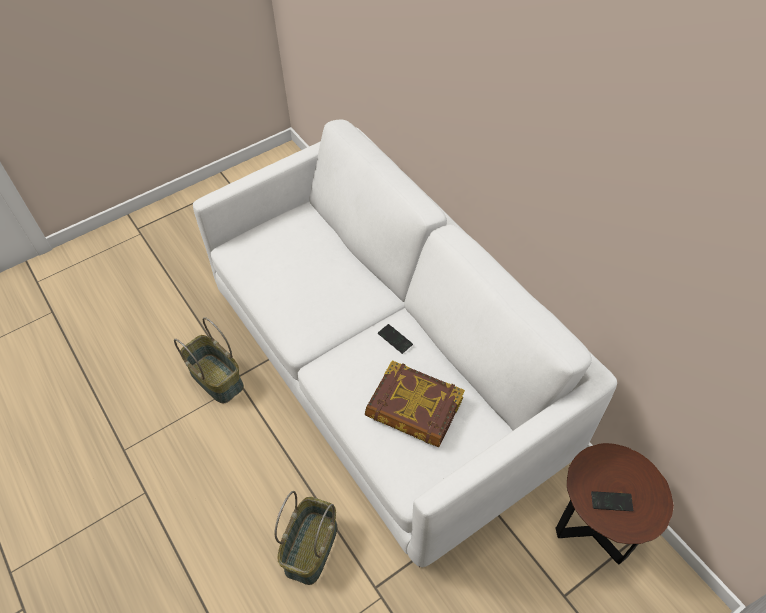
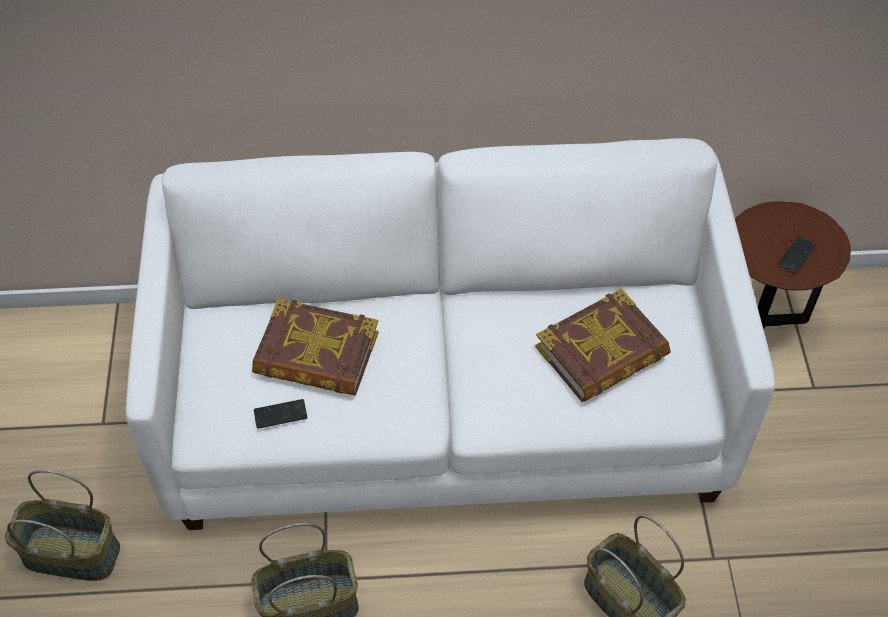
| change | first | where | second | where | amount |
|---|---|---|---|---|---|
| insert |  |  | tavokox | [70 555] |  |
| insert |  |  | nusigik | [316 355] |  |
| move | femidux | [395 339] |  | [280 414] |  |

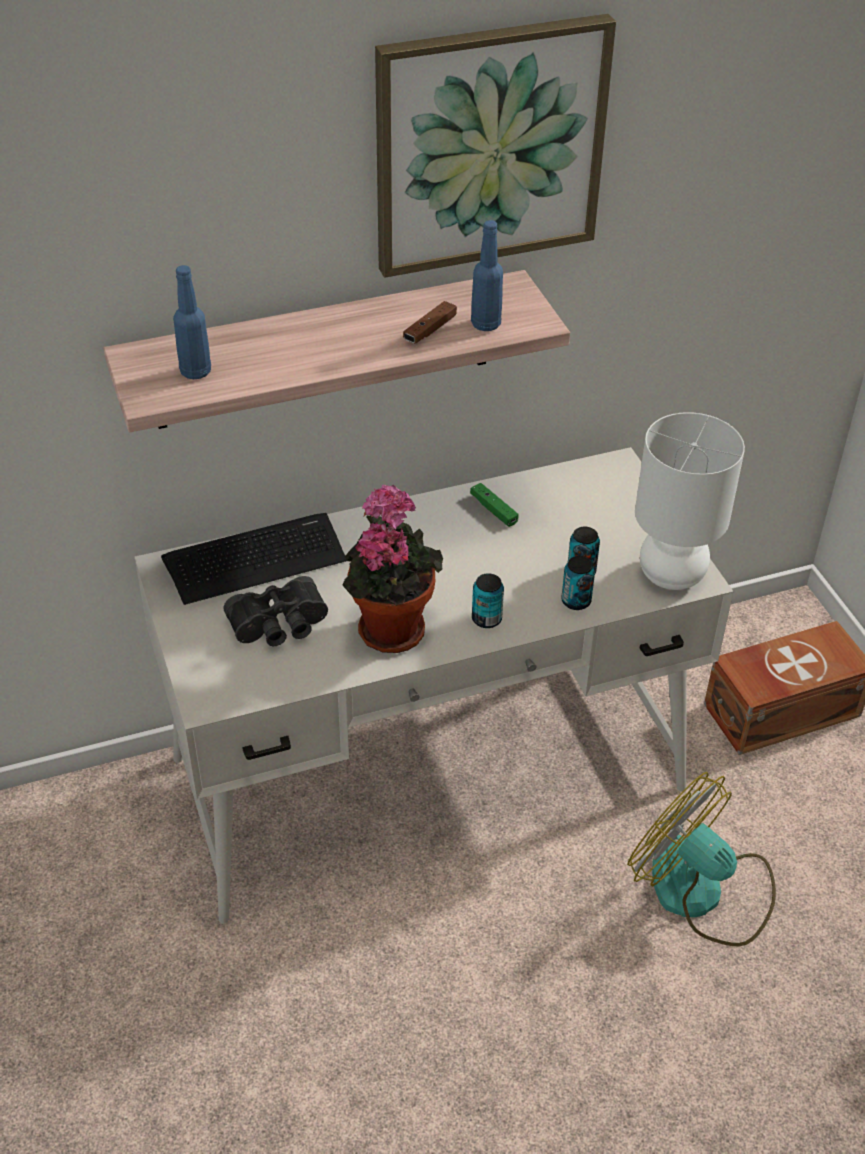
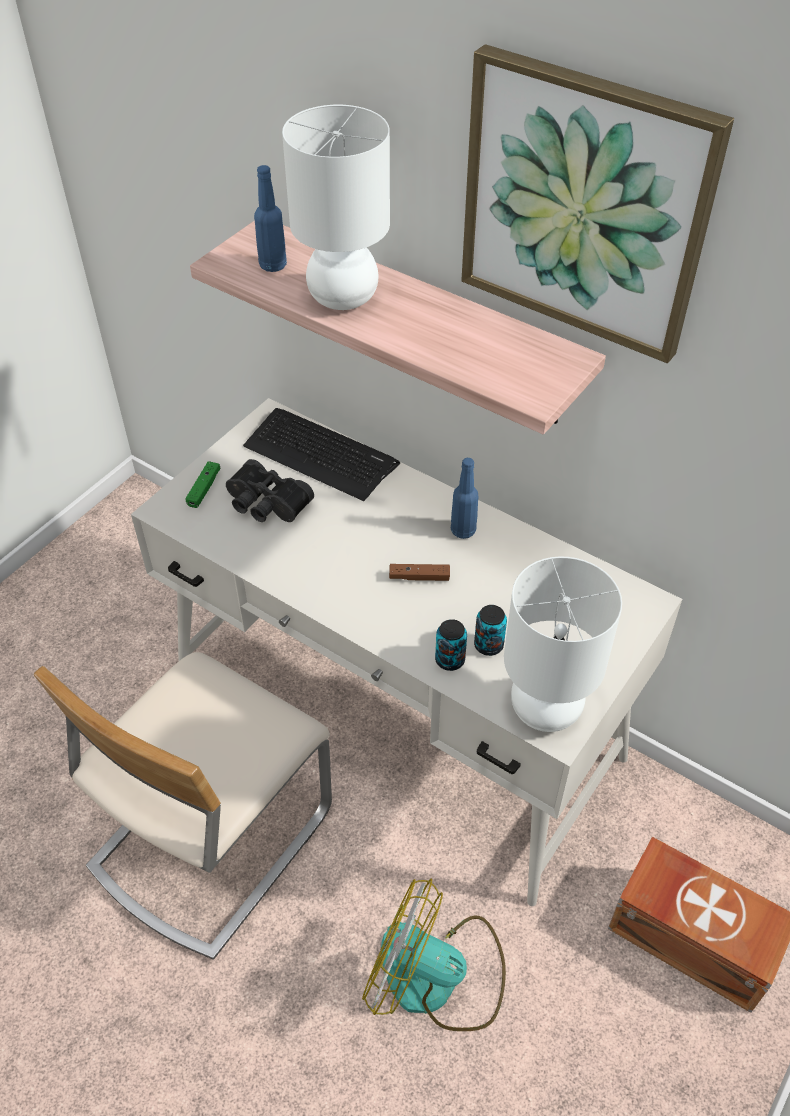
| change | first | where | second | where | amount |
|---|---|---|---|---|---|
| insert |  |  | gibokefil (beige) | [210 838] |  |
| move | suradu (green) | [493 510] |  | [204 489] |  |
| insert |  |  | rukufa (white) | [343 298] |  |
| rotate | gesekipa | [702 892] |  | [436 977] | 75 degrees counterclockwise |
| move | suradu (brown) | [430 330] |  | [419 577] |  |
| move | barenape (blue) | [486 324] |  | [463 530] |  |
| delete | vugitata | [390 626] |  |  |  |
| delete | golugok | [486 619] |  |  |  |

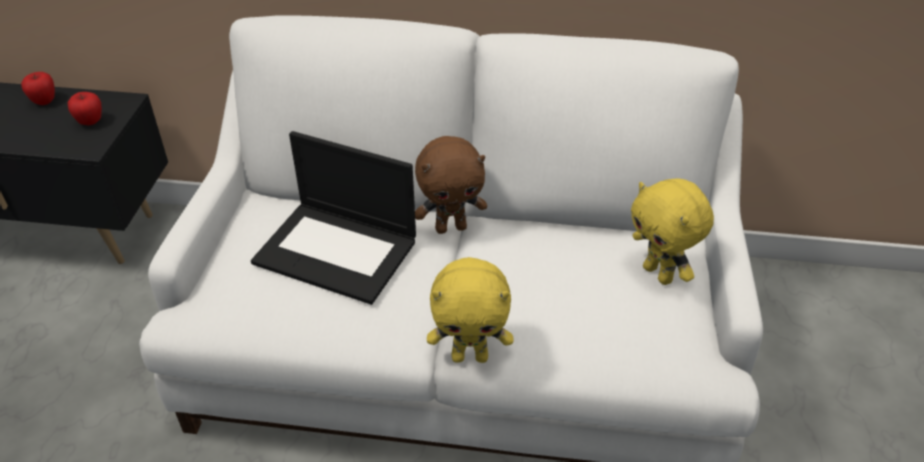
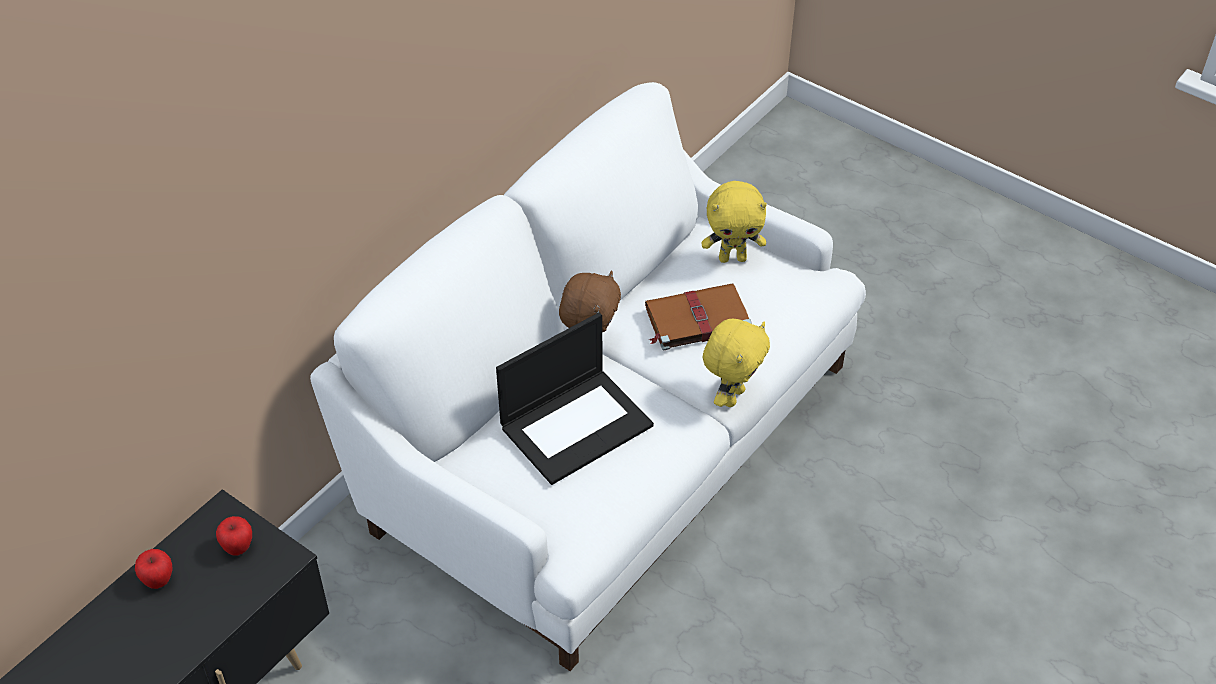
| change | first | where | second | where | amount |
|---|---|---|---|---|---|
| insert |  |  | nusigik (brown) | [696 319] |  |

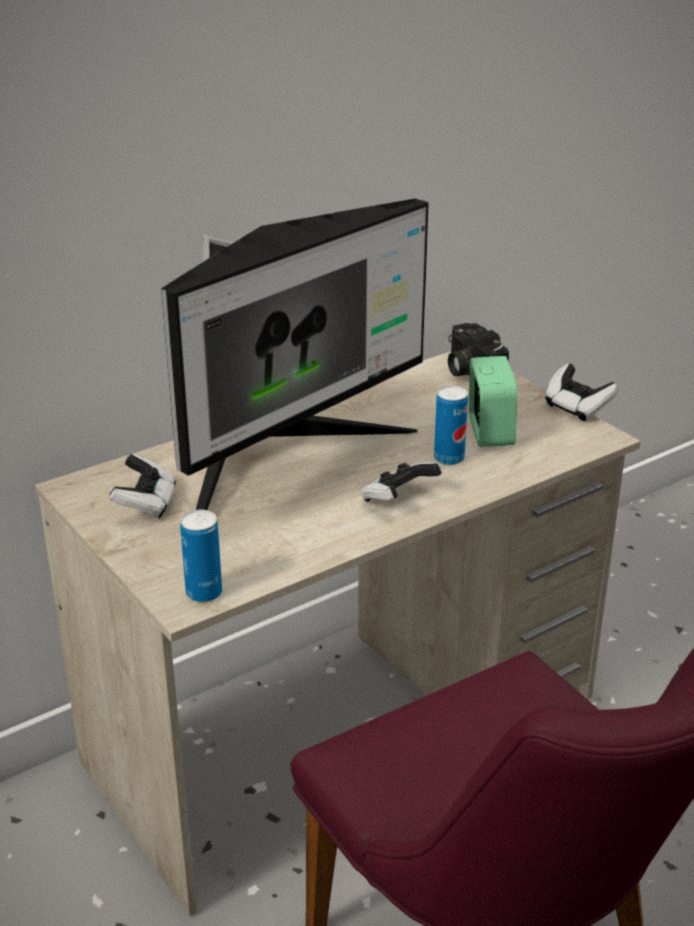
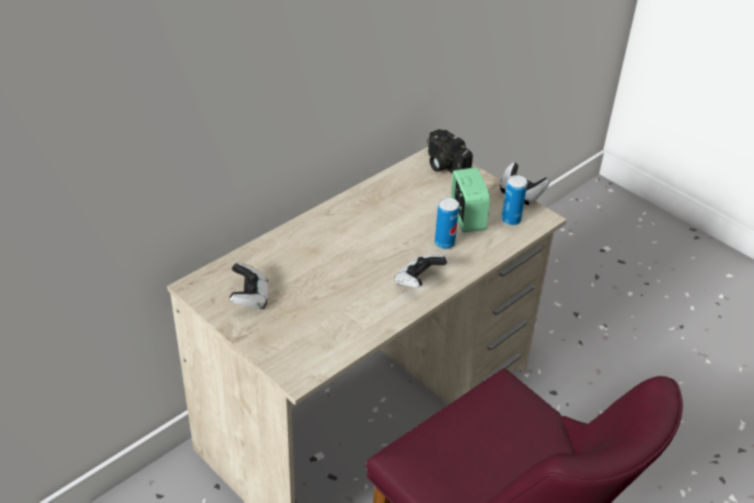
| change | first | where | second | where | amount |
|---|---|---|---|---|---|
| move | golugok | [204 593] |  | [511 220] |  |
| delete | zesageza | [281 472] |  |  |  |

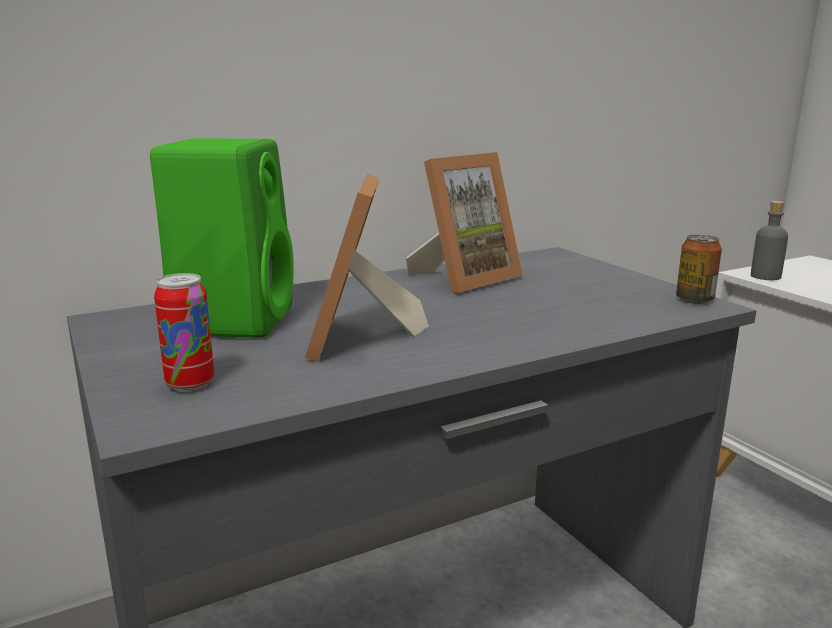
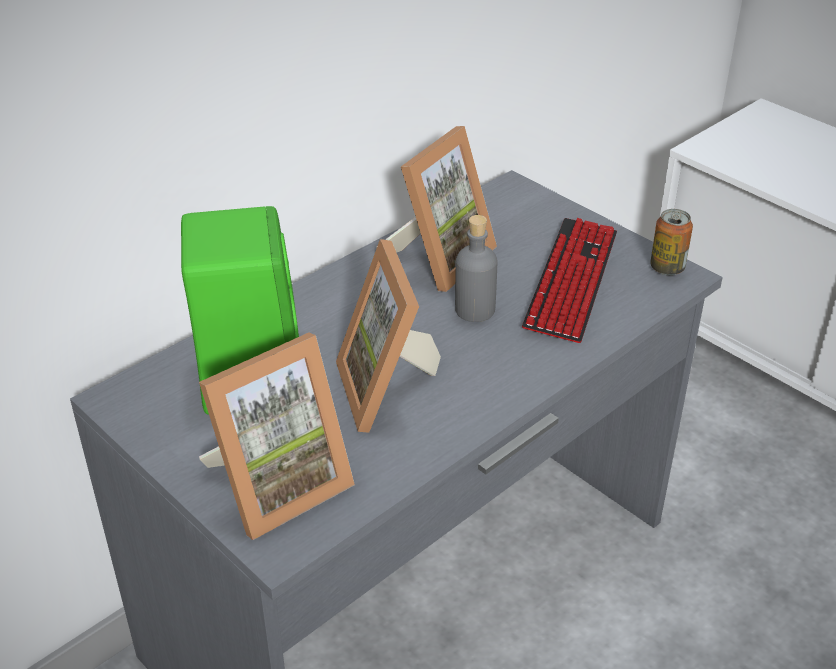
| change | first | where | second | where | amount |
|---|---|---|---|---|---|
| replace | golugok | [190 384] | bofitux | [277 485] |  |
| move | barenape (grey) | [765 276] |  | [474 310] |  |
| insert |  |  | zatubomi | [571 280] |  |

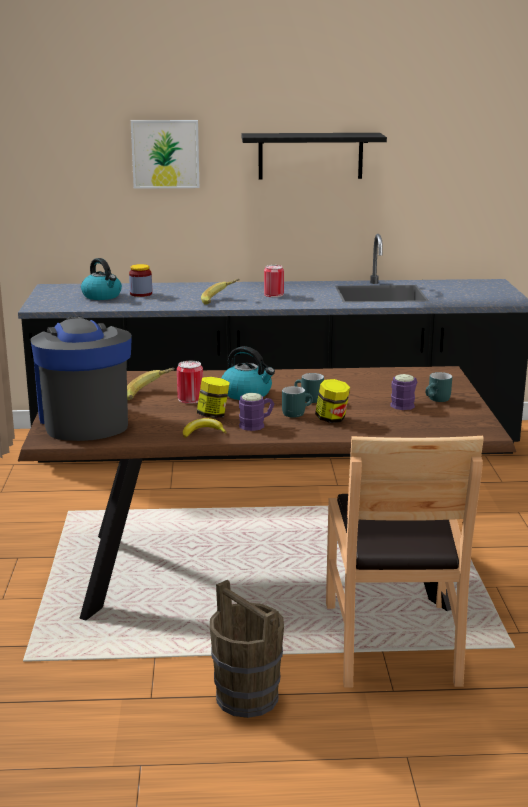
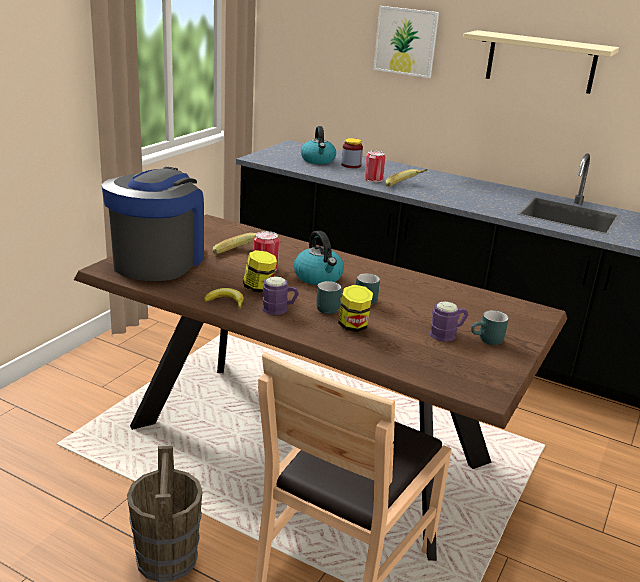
| change | first | where | second | where | amount |
|---|---|---|---|---|---|
| move | golugok | [273 294] |  | [373 179] |  |
| recolor | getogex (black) | [310 156] | getogex (beige) | [541 62] |  |

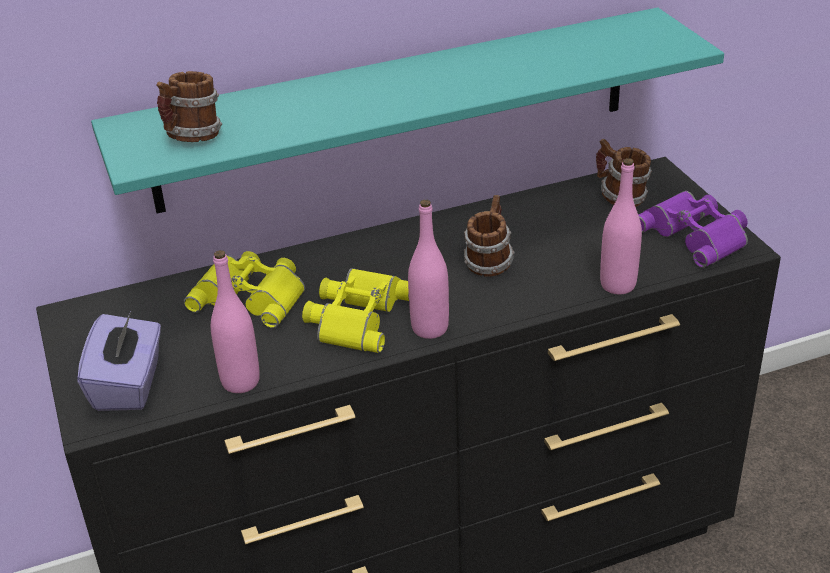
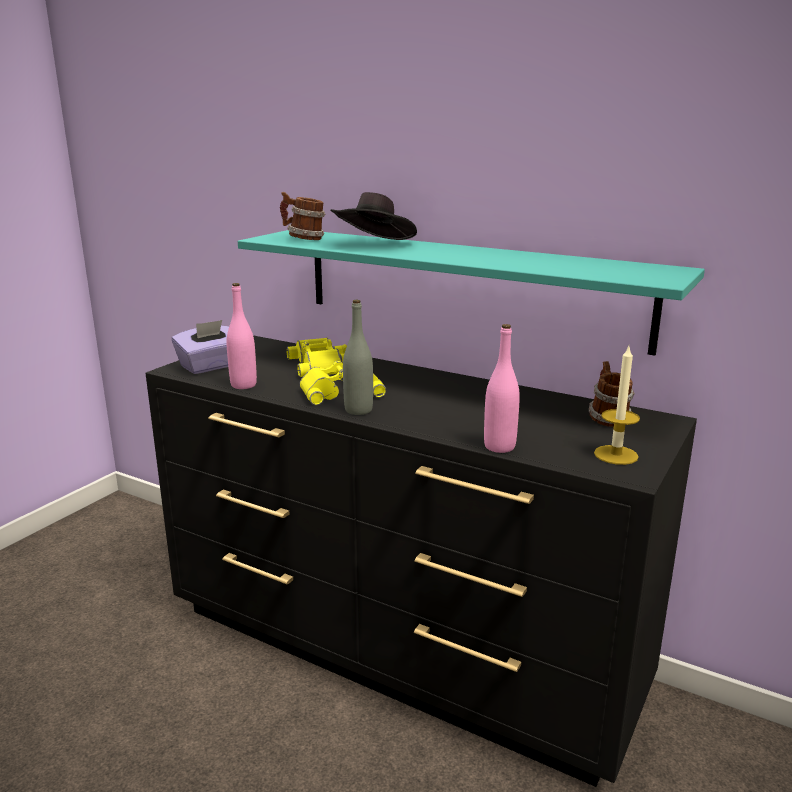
| change | first | where | second | where | amount |
|---|---|---|---|---|---|
| insert |  |  | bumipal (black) | [374 245] |  |
| recolor | barenape (pink) | [430 328] | barenape (grey) | [358 410] |  |
| replace | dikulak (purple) | [696 235] | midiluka | [616 455] |  |
| delete | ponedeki | [488 263] |  |  |  |

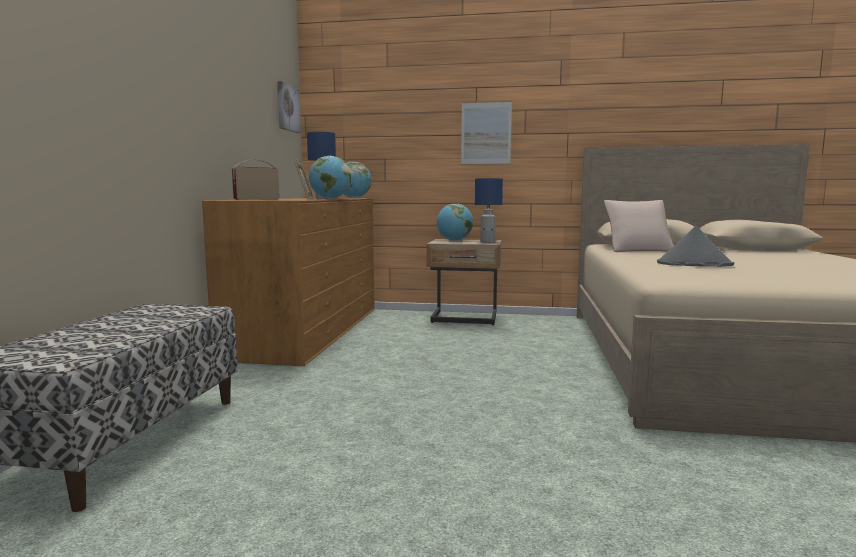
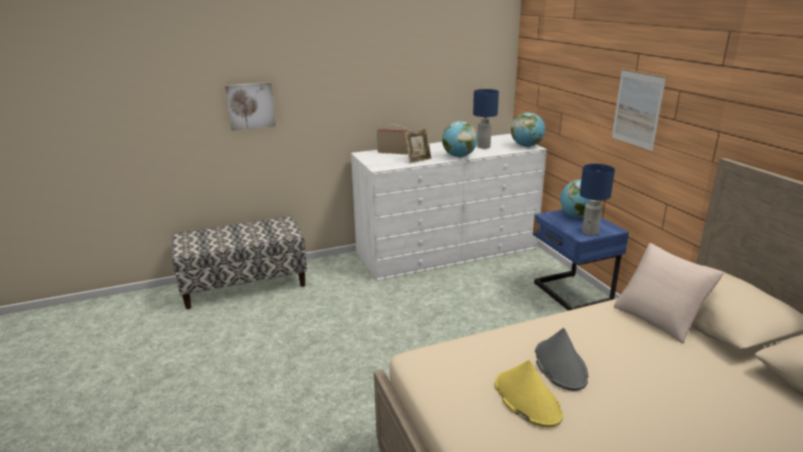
| change | first | where | second | where | amount |
|---|---|---|---|---|---|
| move | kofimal | [287 108] |  | [250 105] |  |
| recolor | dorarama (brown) | [308 330] | dorarama (white) | [447 250] |  |
| insert |  |  | bumipal (yellow) | [526 399] |  |
| recolor | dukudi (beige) | [464 319] | dukudi (blue) | [570 294] |  |

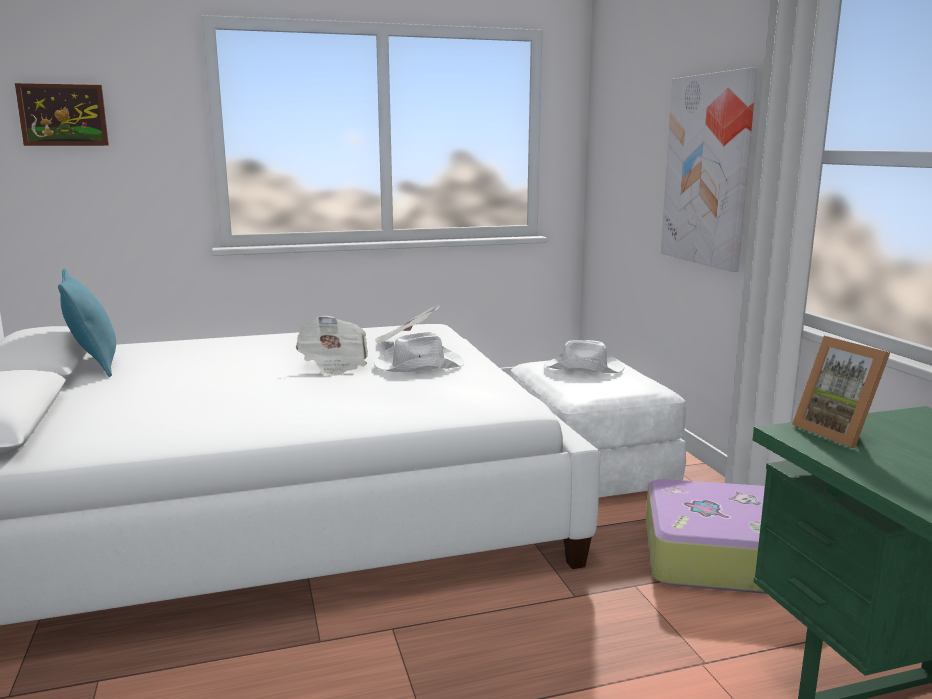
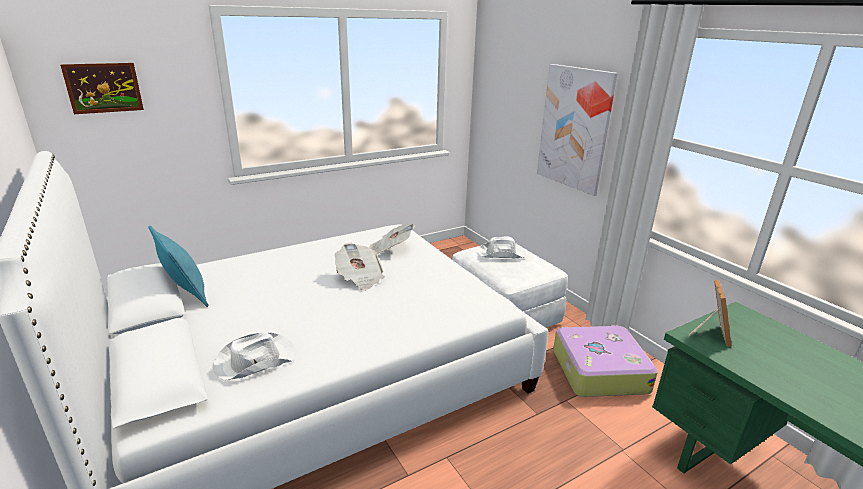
| change | first | where | second | where | amount |
|---|---|---|---|---|---|
| move | bumipal (white) | [417 365] |  | [254 360] |  |
| rotate | bofitux | [839 432] |  | [709 333] | 120 degrees counterclockwise |

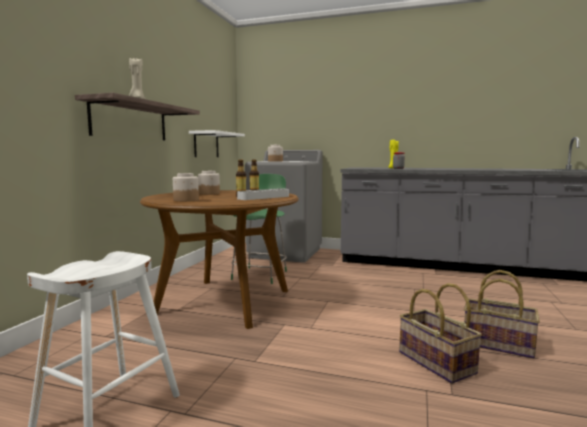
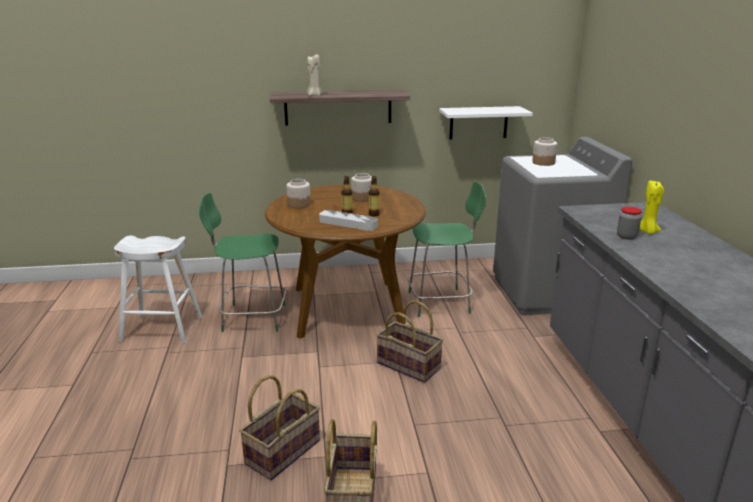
| change | first | where | second | where | amount |
|---|---|---|---|---|---|
| insert |  |  | gibokefil (green) | [251 317] |  |
| insert |  |  | tavokox | [409 365] |  |

